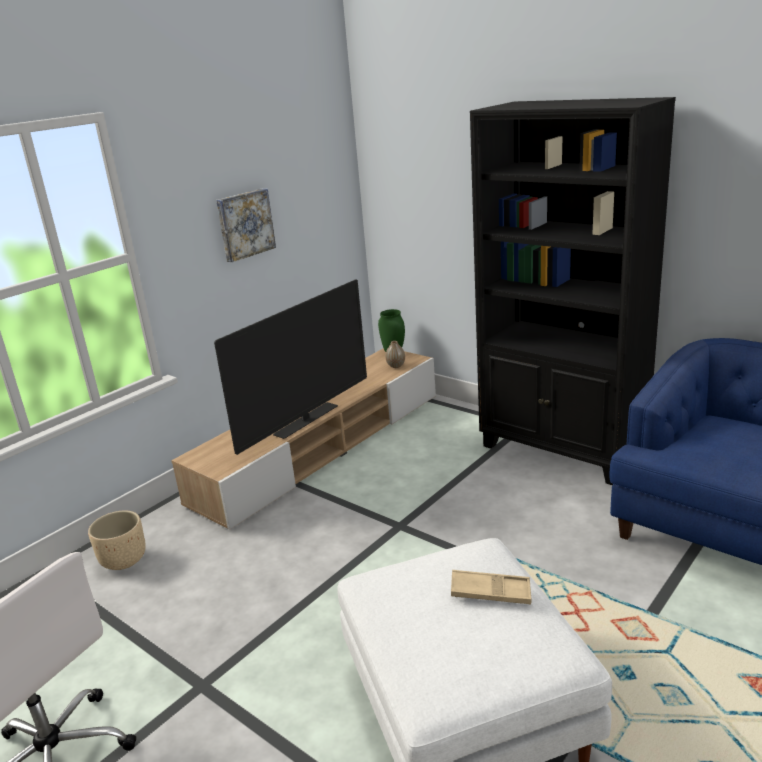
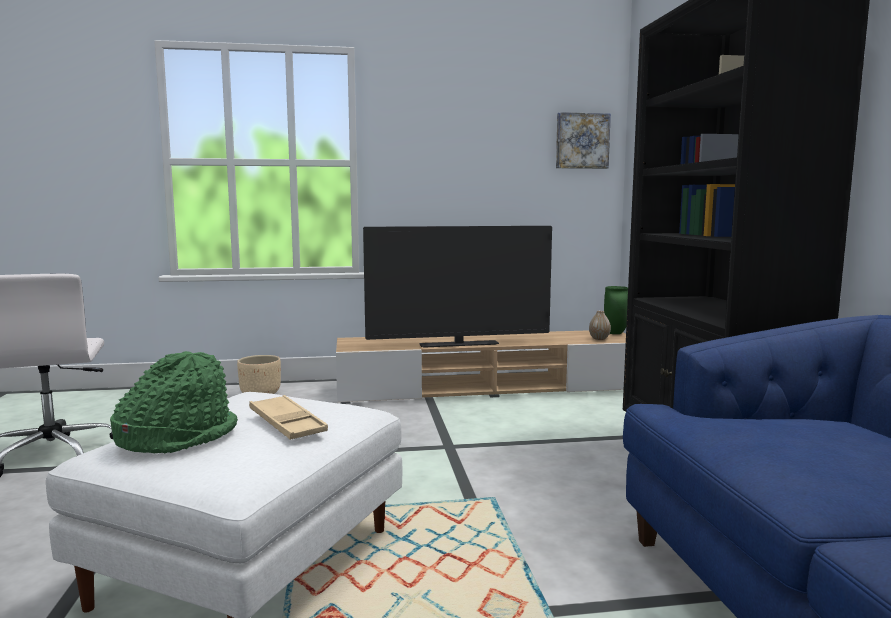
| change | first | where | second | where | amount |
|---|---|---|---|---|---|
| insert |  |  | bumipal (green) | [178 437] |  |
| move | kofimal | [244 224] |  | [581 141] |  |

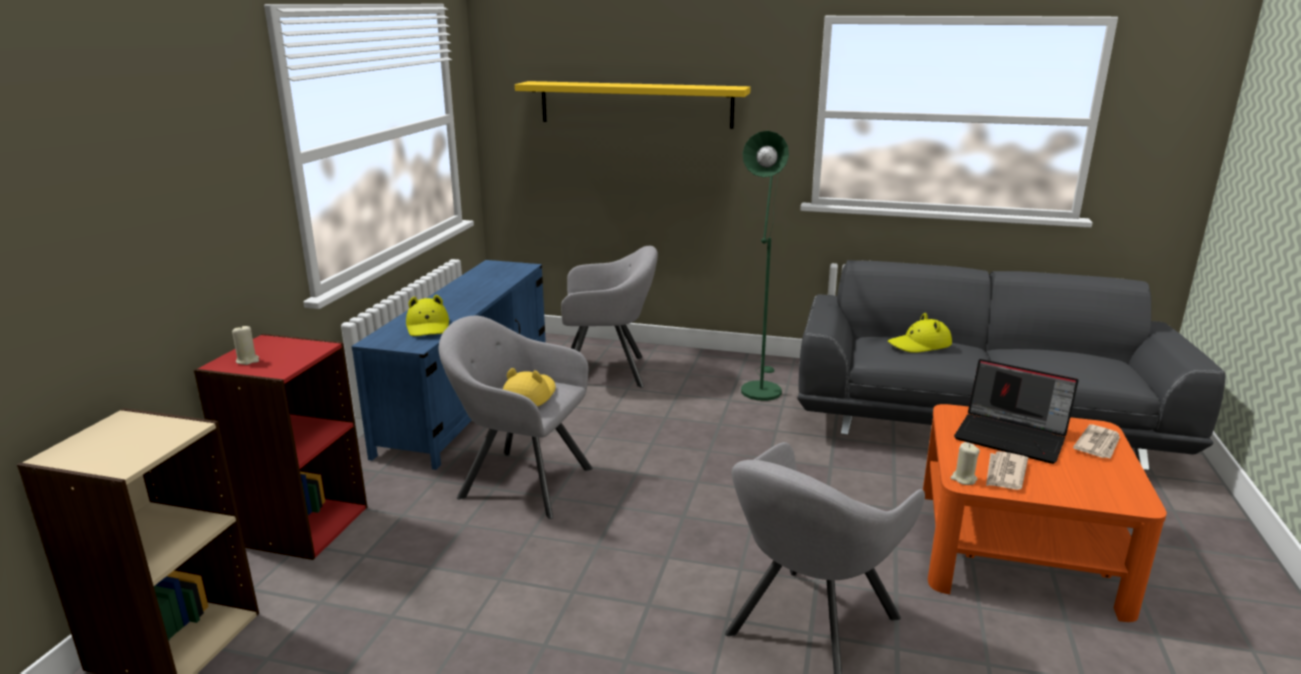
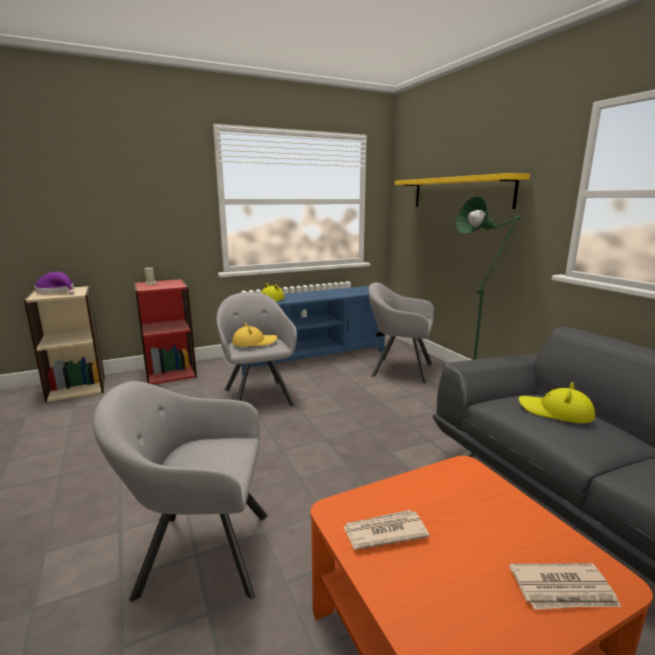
| change | first | where | second | where | amount |
|---|---|---|---|---|---|
| insert |  |  | bumipal (purple) | [57 291] |  |
| rotate | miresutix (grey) | [609 371] |  | [399 369] | 150 degrees clockwise |
| delete | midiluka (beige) | [963 479] |  |  |  |
| delete | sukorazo | [1012 436] |  |  |  |

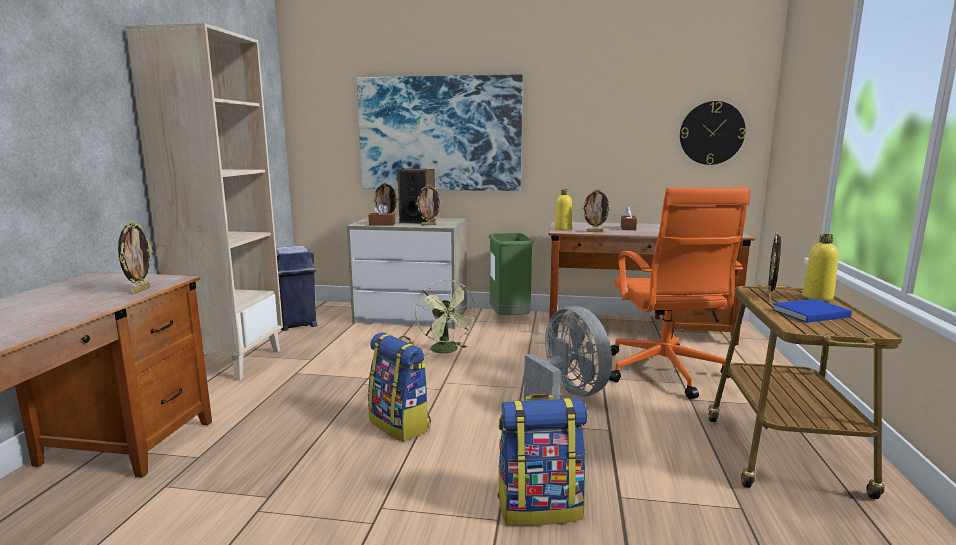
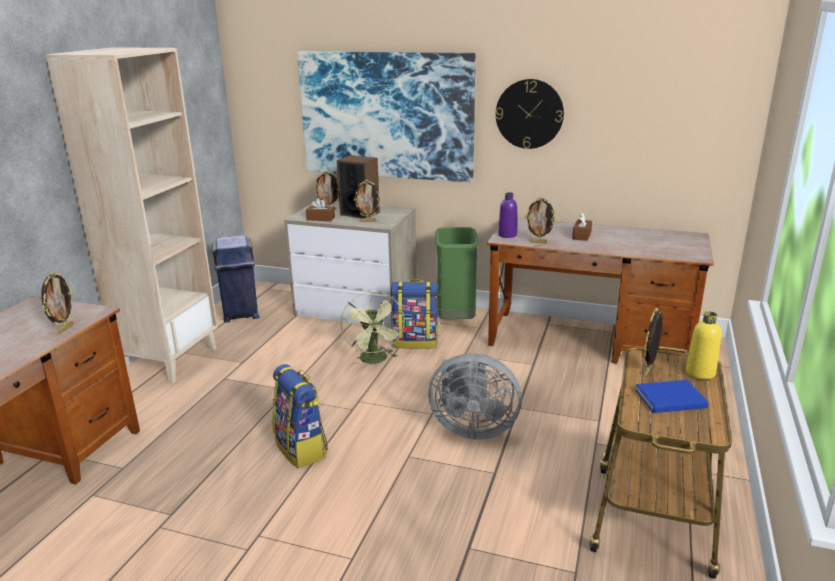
| change | first | where | second | where | amount |
|---|---|---|---|---|---|
| move | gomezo | [540 507] |  | [416 342] |  |
| rotate | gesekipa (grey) | [567 396] |  | [471 428] | 120 degrees clockwise |
| move | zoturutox | [711 133] |  | [529 114] |  |
| recolor | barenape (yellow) | [563 229] | barenape (purple) | [507 235] |  |
| delete | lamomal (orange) | [664 373] |  |  |  |

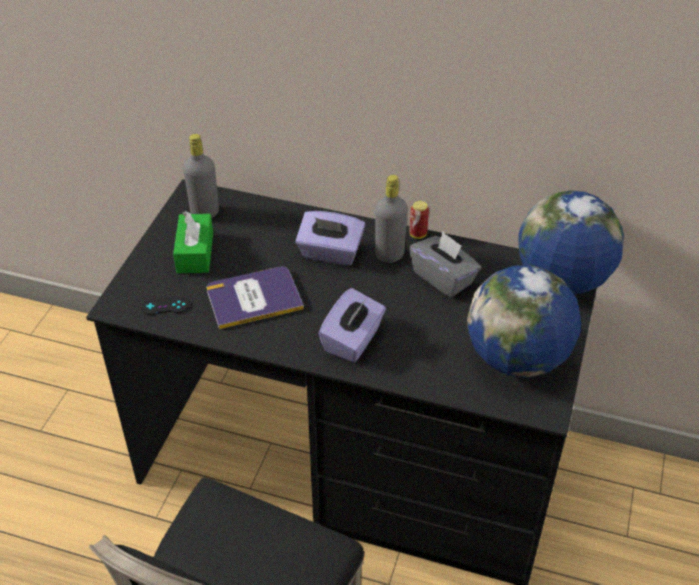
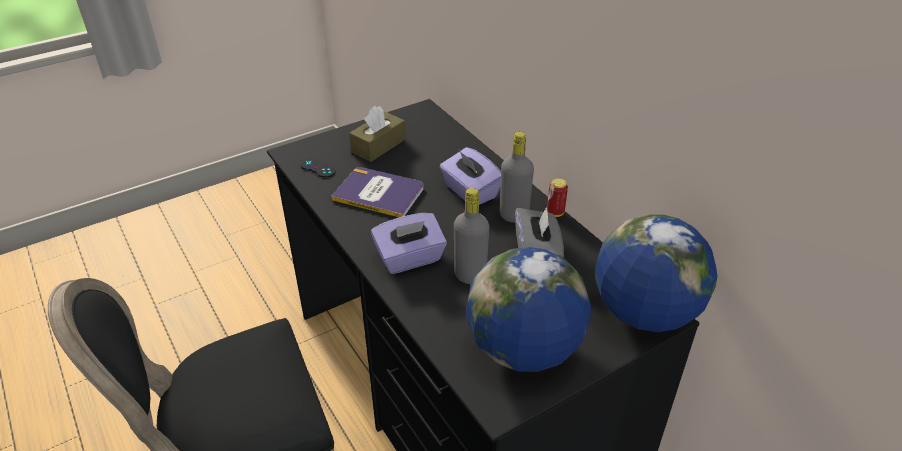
| change | first | where | second | where | amount |
|---|---|---|---|---|---|
| recolor | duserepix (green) | [195 252] | duserepix (brown) | [378 145] |  |
| move | barenape (grey) | [205 212] |  | [470 275] |  |

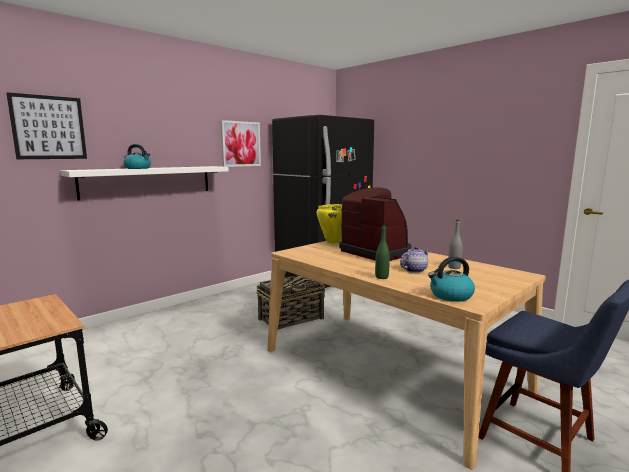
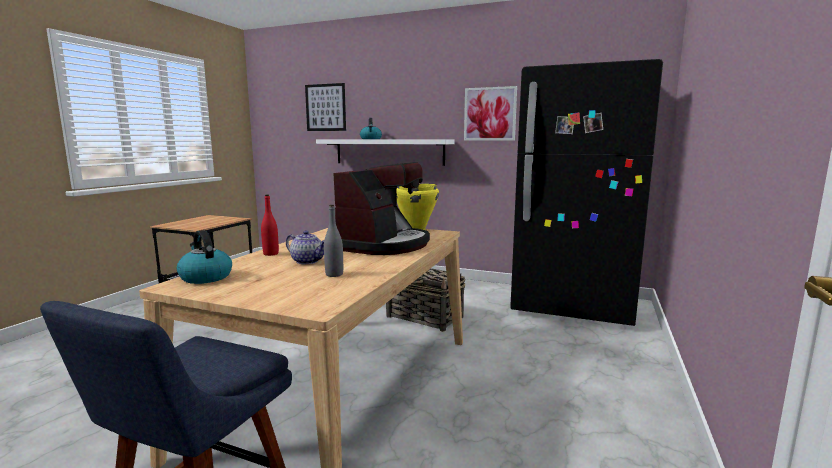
| change | first | where | second | where | amount |
|---|---|---|---|---|---|
| recolor | barenape (green) | [381 277] | barenape (red) | [271 254] |  |

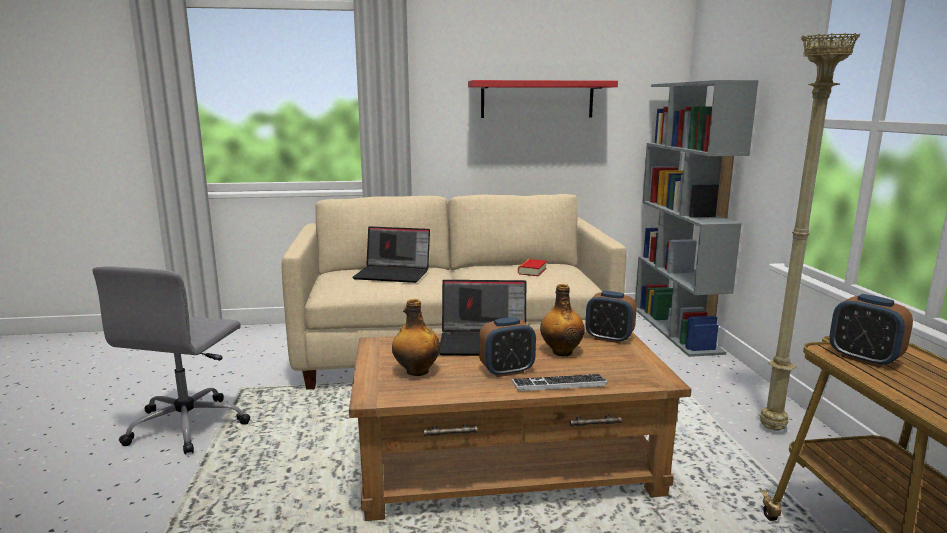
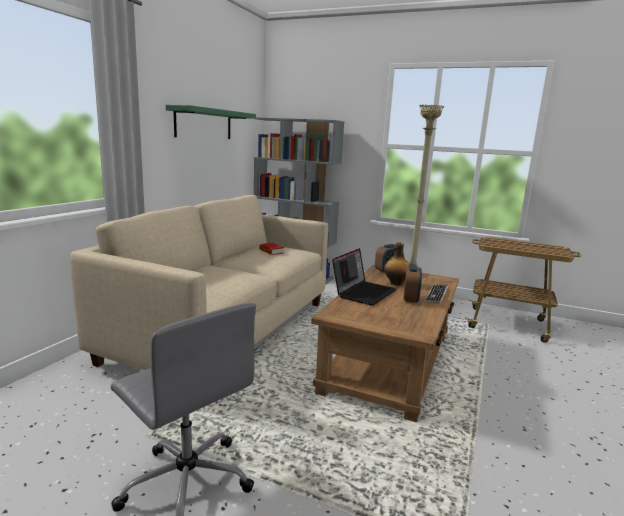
| change | first | where | second | where | amount |
|---|---|---|---|---|---|
| recolor | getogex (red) | [537 99] | getogex (green) | [204 124] |  |
| delete | sukorazo | [394 274] |  |  |  |
| delete | barenape | [416 371] |  |  |  |
| delete | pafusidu | [864 359] |  |  |  |

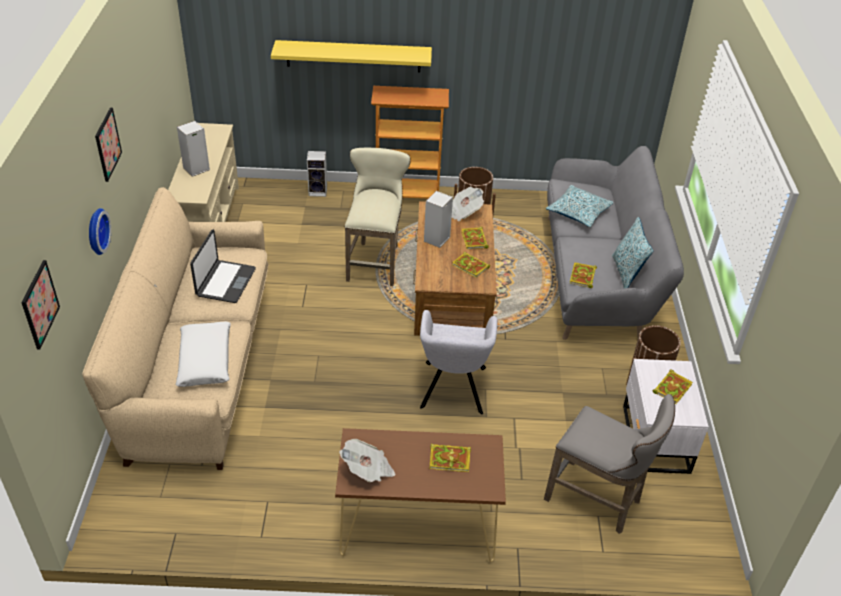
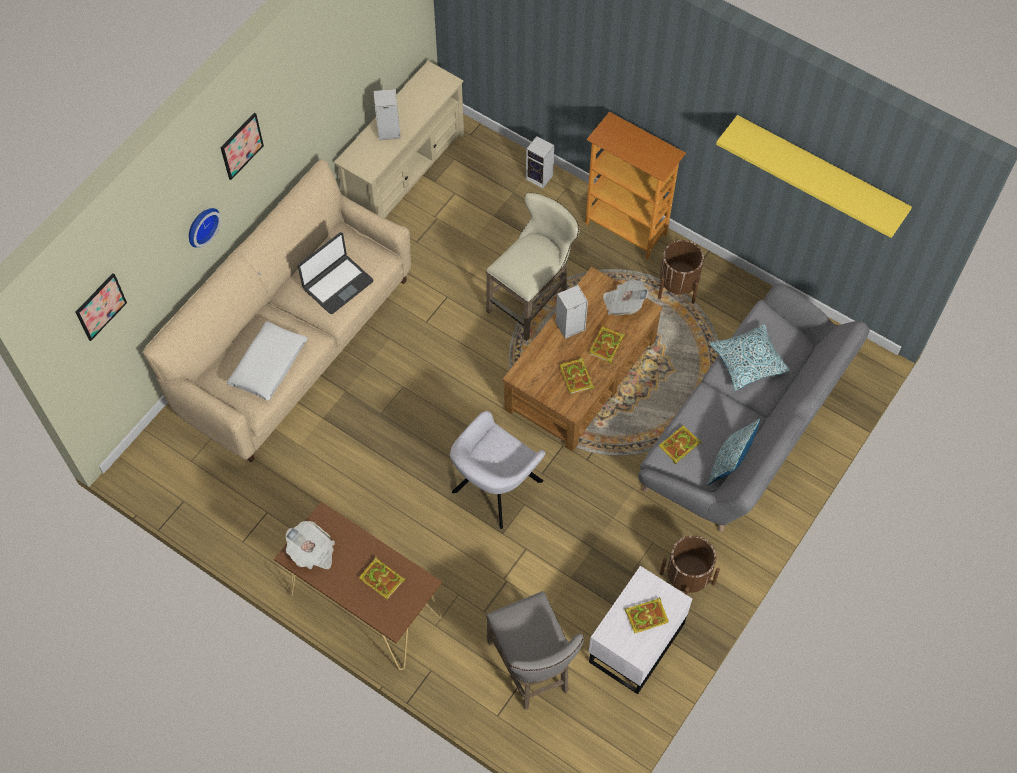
| change | first | where | second | where | amount |
|---|---|---|---|---|---|
| move | getogex (yellow) | [353 56] |  | [820 170] |  |

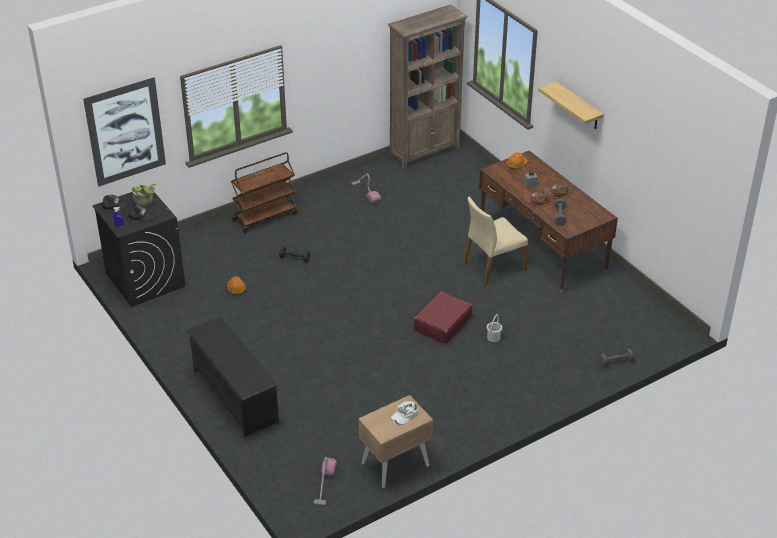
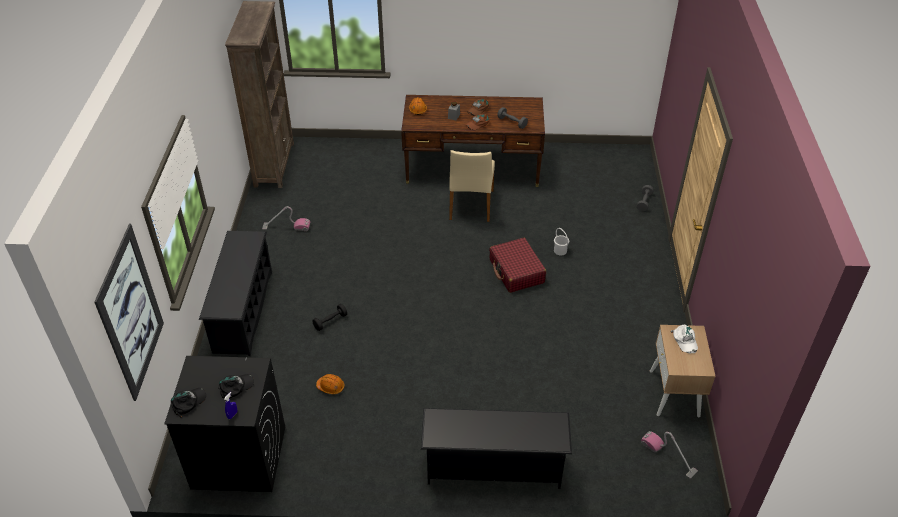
| change | first | where | second | where | amount |
|---|---|---|---|---|---|
| replace | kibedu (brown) | [265 216] | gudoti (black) | [243 311] |  |
| delete | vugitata | [145 201] |  |  |  |
| delete | getogex | [578 106] |  |  |  |

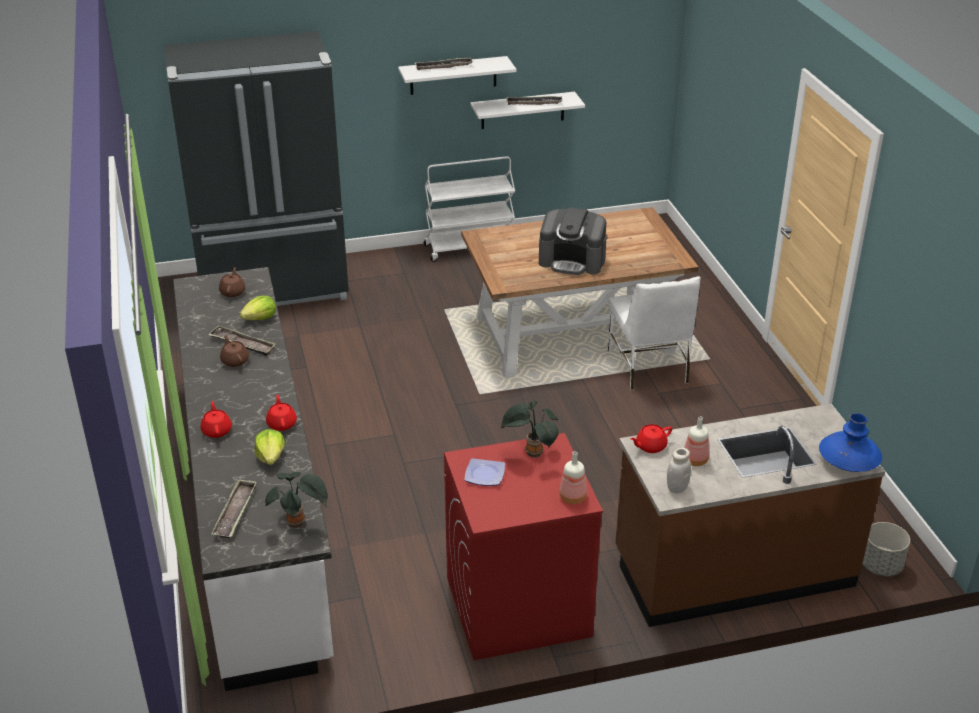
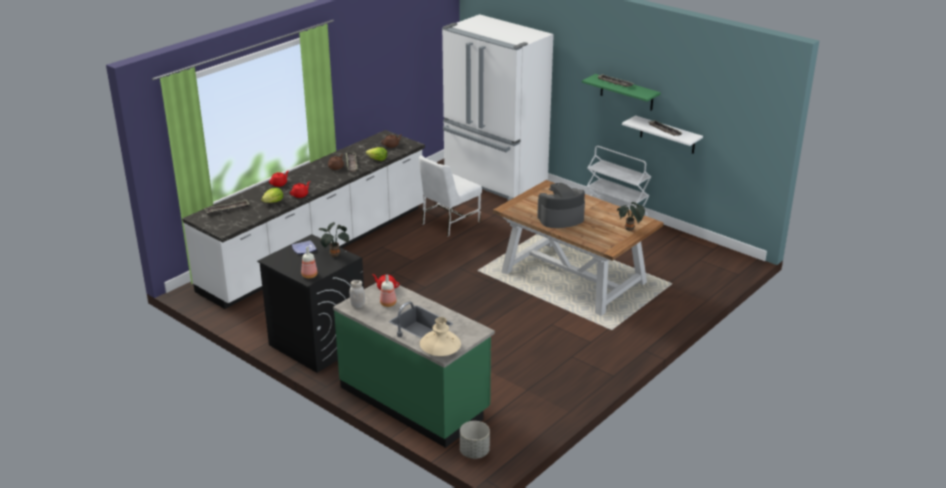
| change | first | where | second | where | amount |
|---|---|---|---|---|---|
| recolor | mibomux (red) | [517 607] | mibomux (black) | [317 343] |  |
| recolor | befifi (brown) | [732 569] | befifi (green) | [415 399] |  |
| move | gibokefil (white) | [649 367] |  | [449 222] |  |
| recolor | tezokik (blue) | [848 461] | tezokik (beige) | [440 350] |  |
| recolor | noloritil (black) | [274 288] | noloritil (white) | [494 180] |  |
| rotate | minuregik | [572 261] |  | [560 219] | 90 degrees clockwise |
| recolor | getogex (white) | [453 75] | getogex (green) | [626 92] |  |
| move | vugitata | [298 523] |  | [630 229] |  |

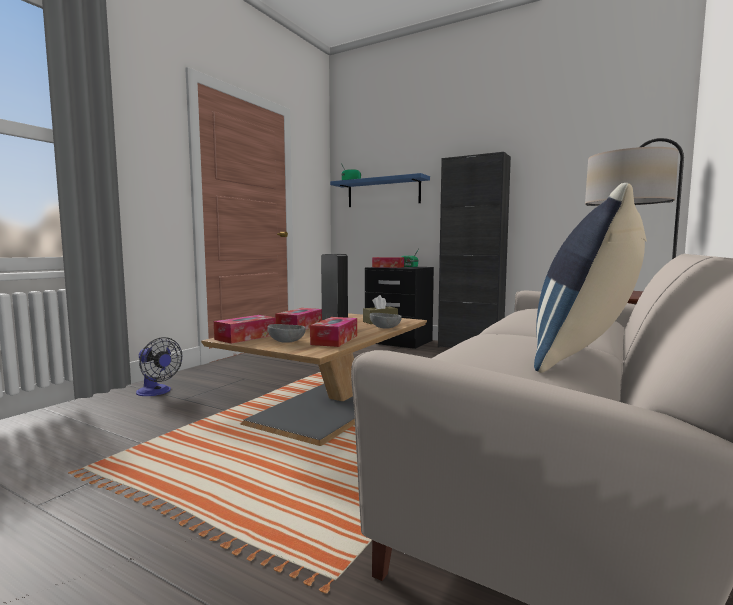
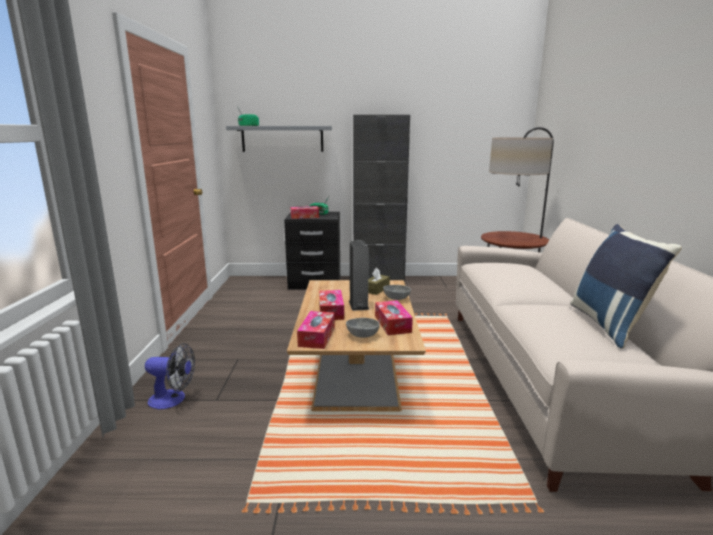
| change | first | where | second | where | amount |
|---|---|---|---|---|---|
| recolor | getogex (blue) | [383 192] | getogex (grey) | [282 139] |  |

